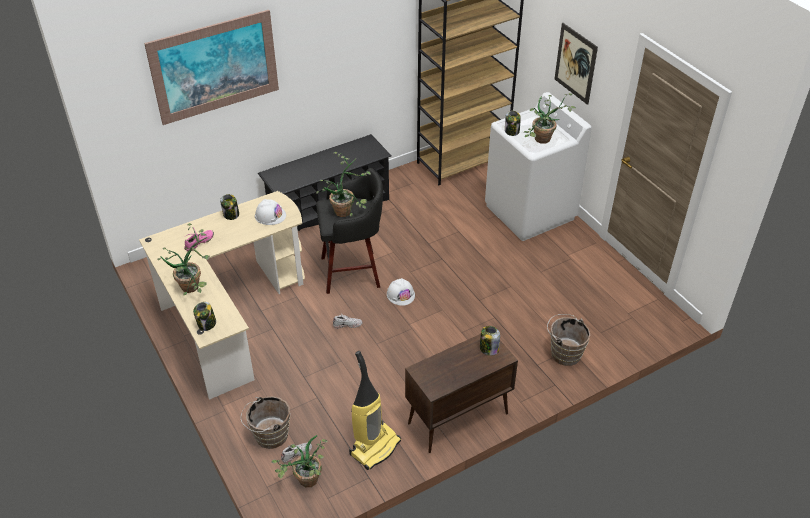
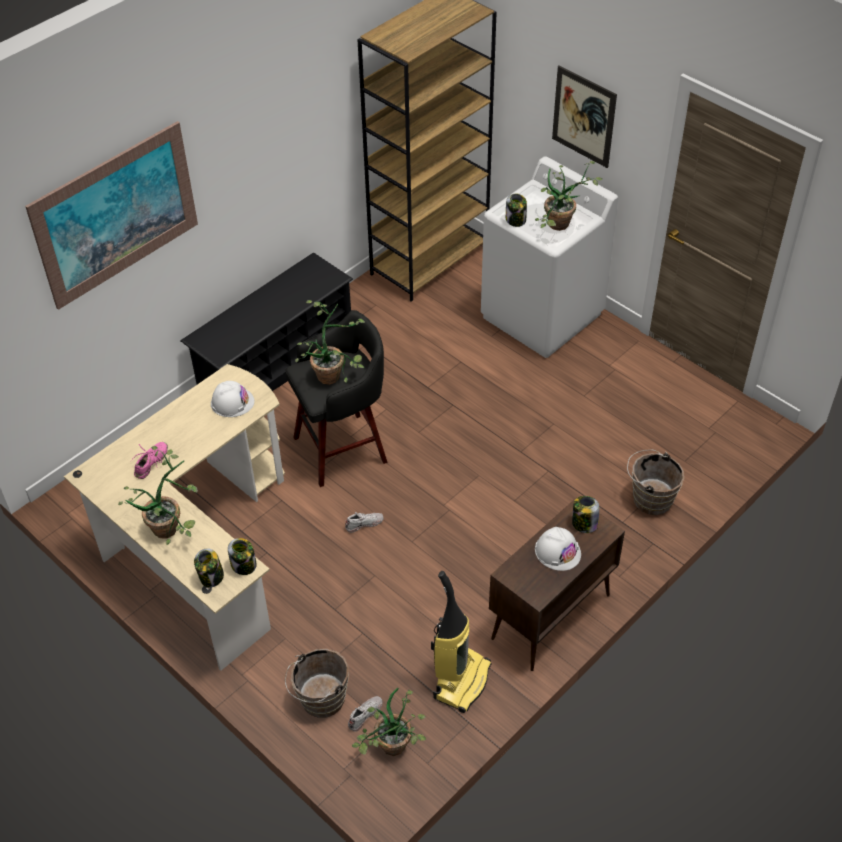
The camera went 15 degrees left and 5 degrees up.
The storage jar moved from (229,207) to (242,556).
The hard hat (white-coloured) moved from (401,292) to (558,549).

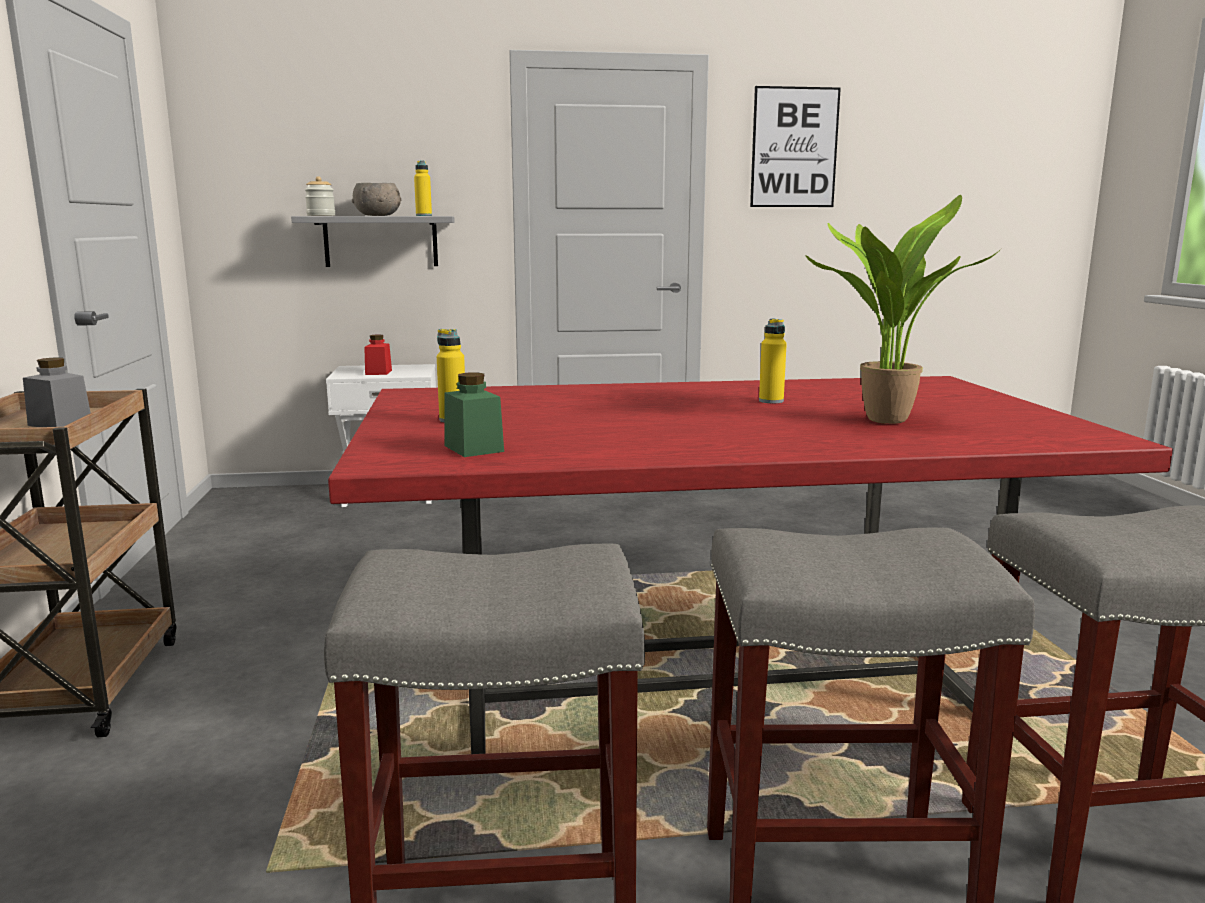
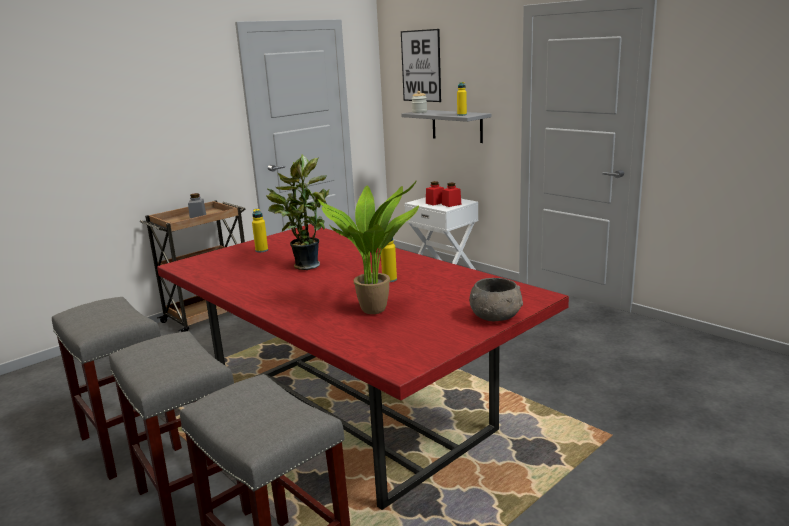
The camera went 55 degrees right and 5 degrees up.
The wall picture moved from (795,146) to (421,65).
The serving bowl (grey) moved from (377,199) to (496,299).
The storage jar (green-coloured) at (474,414) disappeared.
The plant in a pot at (297,212) appeared.
The storage jar (reddish) at (452,195) appeared.

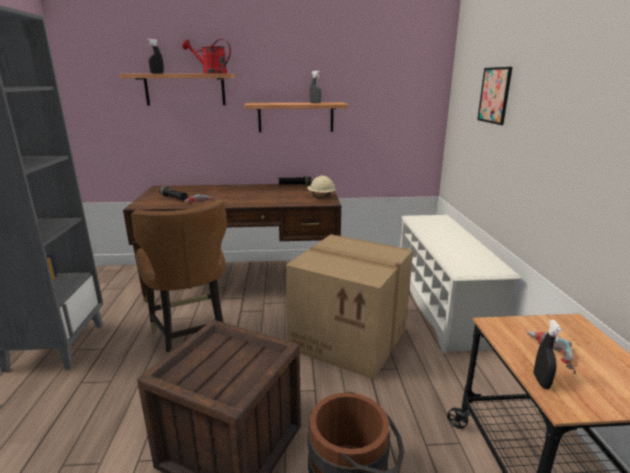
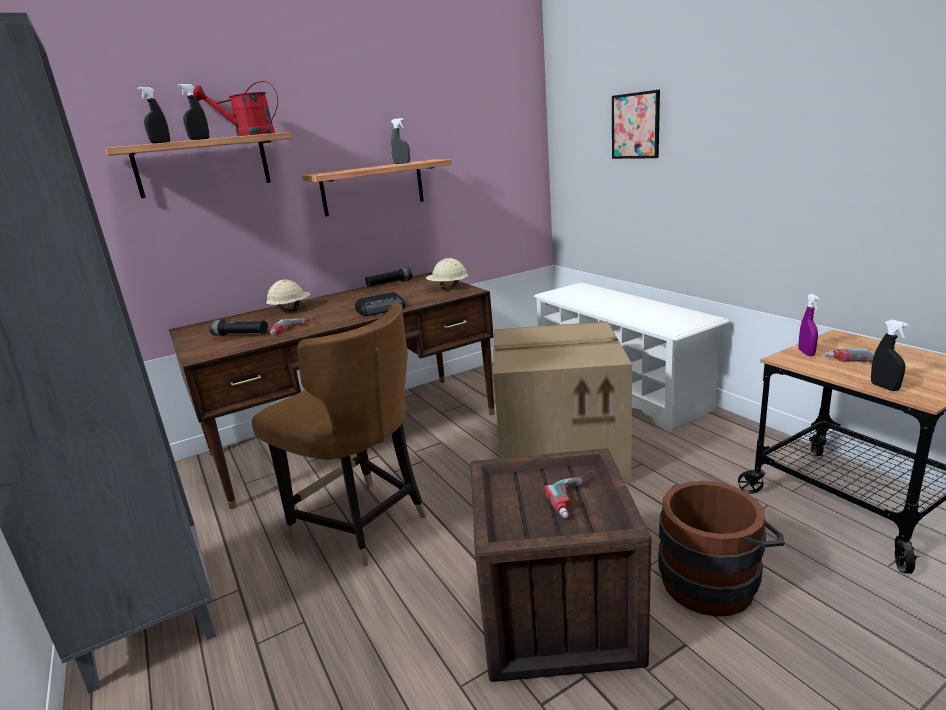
The camera went 25 degrees left and 0 degrees up.
The sprayer (black-coloured) at (193,112) appeared.
The hard hat (sand-coloured) at (288,295) appeared.
The radio at (380,304) appeared.
The sprayer (purple) at (809,325) appeared.
The electric drill at (568,495) appeared.

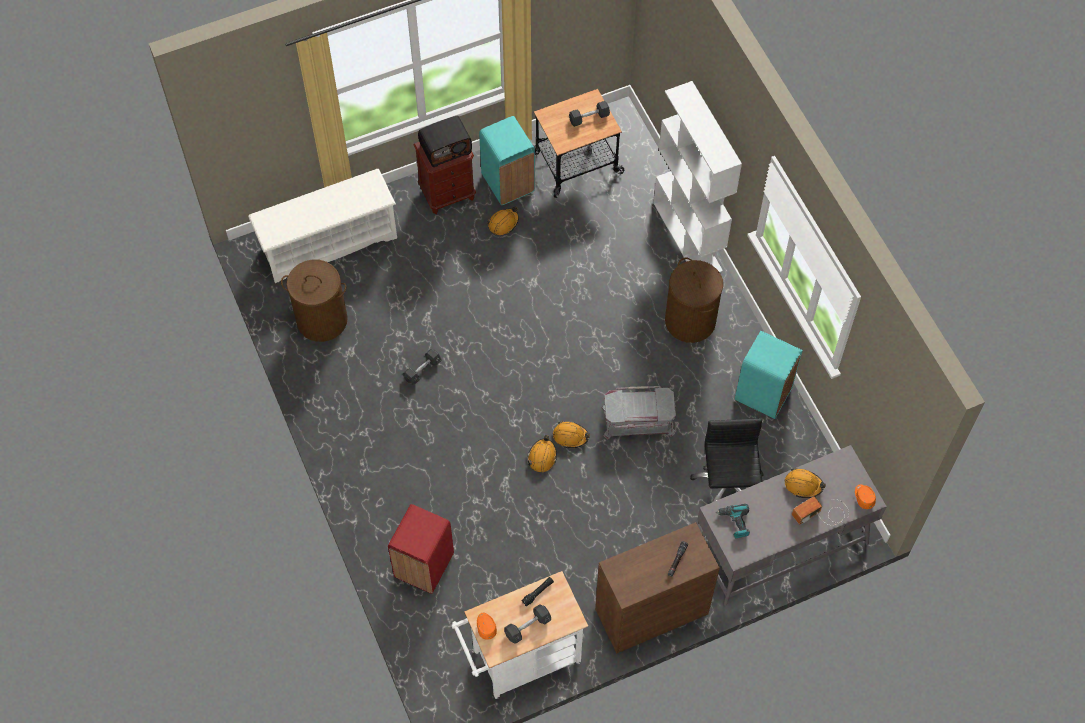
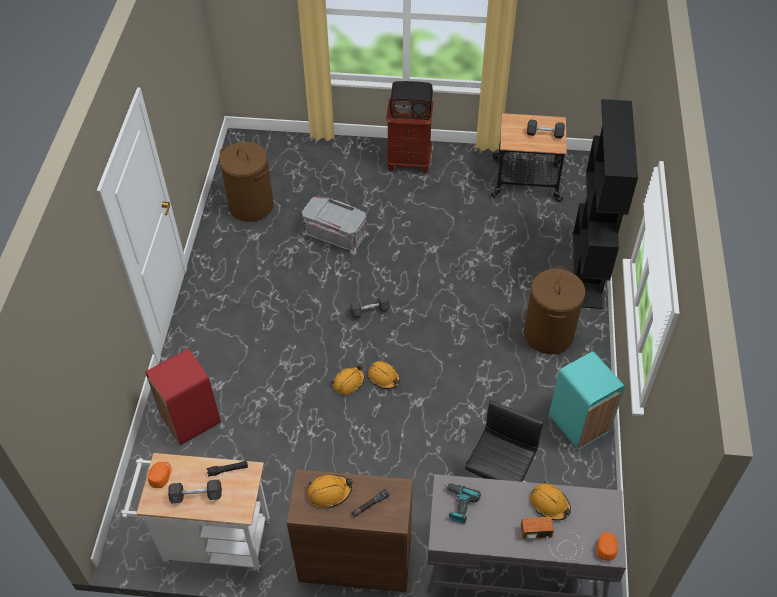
The camera went 30 degrees right and 10 degrees down.
The bookshelf (white-coloured) at (697,177) became the bookshelf (black-coloured) at (605,204).
The waste bin (turquoise) at (507,160) disappeared.
The shoe rack (white-coloured) at (322,226) disappeared.
The hard hat (orange-coloured) moved from (503,221) to (330,491).
The hand weight (grey) moved from (422,367) to (370,306).
The storage box (grey) moved from (639,412) to (335,225).

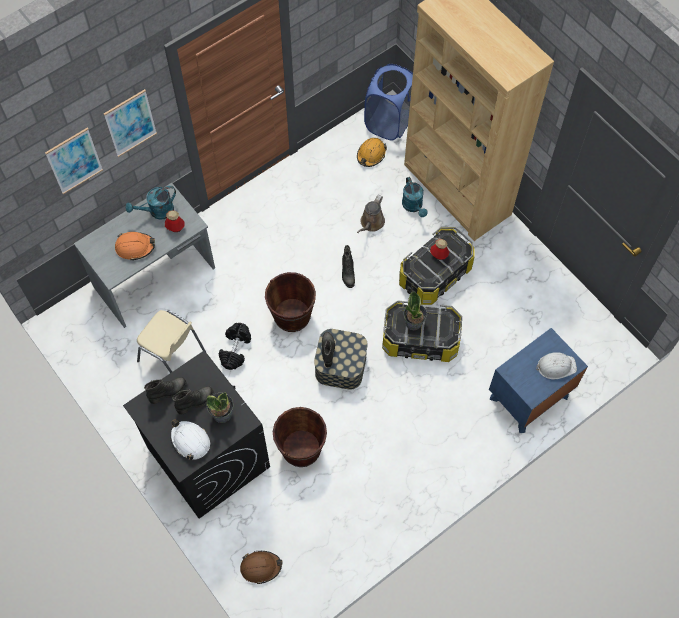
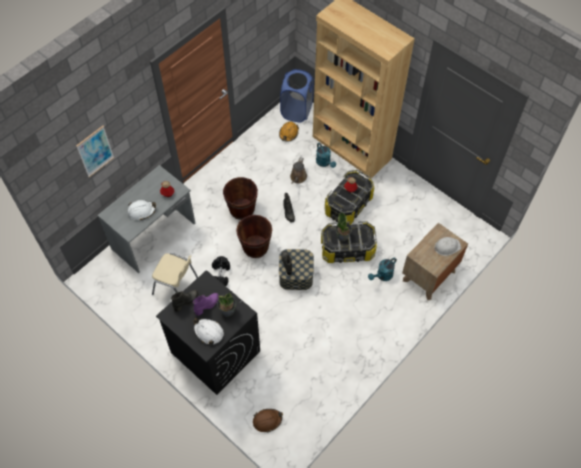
The camera went 10 degrees left and 5 degrees down.
The wall picture at (130,123) disappeared.
The watering can (turquoise) moved from (151,203) to (382,269).
The hard hat (orange-coloured) at (135,246) became the hard hat (white-coloured) at (142,210).
The night table (bluish) at (538,380) became the night table (brownish) at (435,261).
The boot (black-coloured) at (192,400) became the boot (purple) at (206,304).
The bucket (brownish) moved from (300,437) to (240,198).

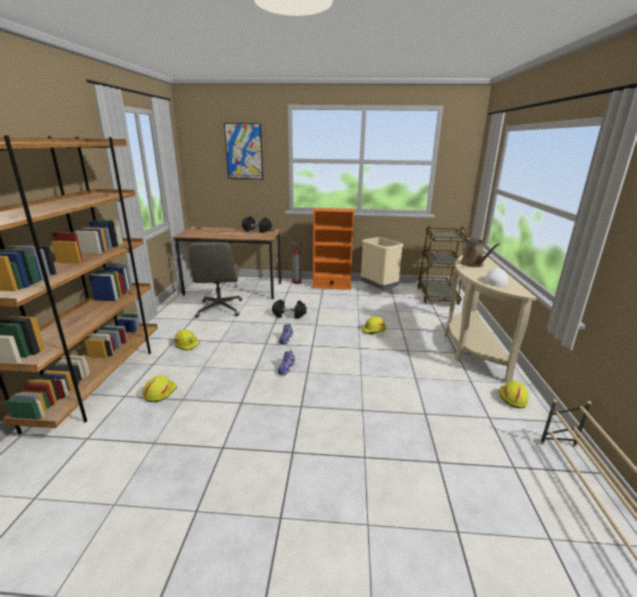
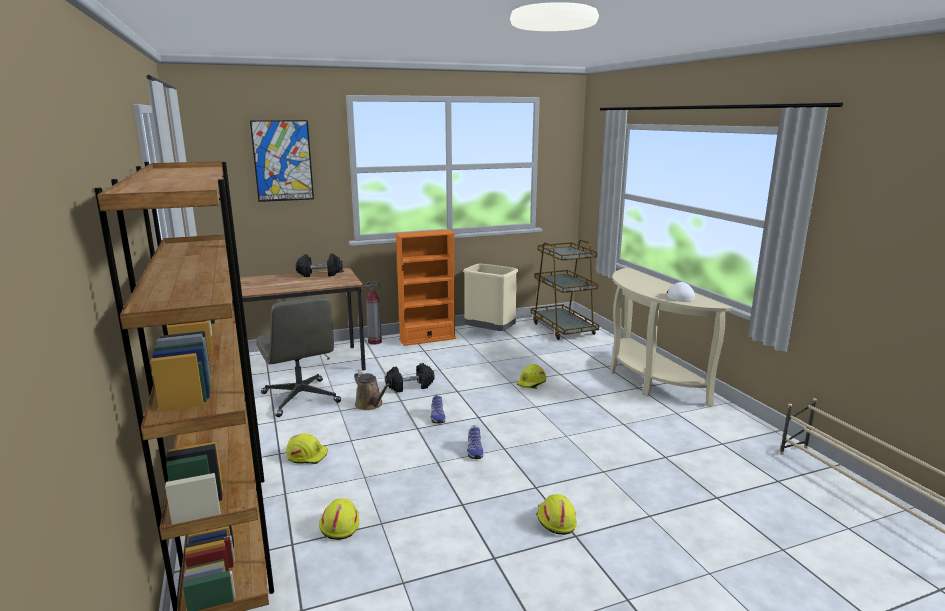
The camera went 25 degrees left and 5 degrees down.
The watering can (brownish) moved from (480,252) to (372,391).
The hard hat (yellowish) moved from (513,394) to (556,514).

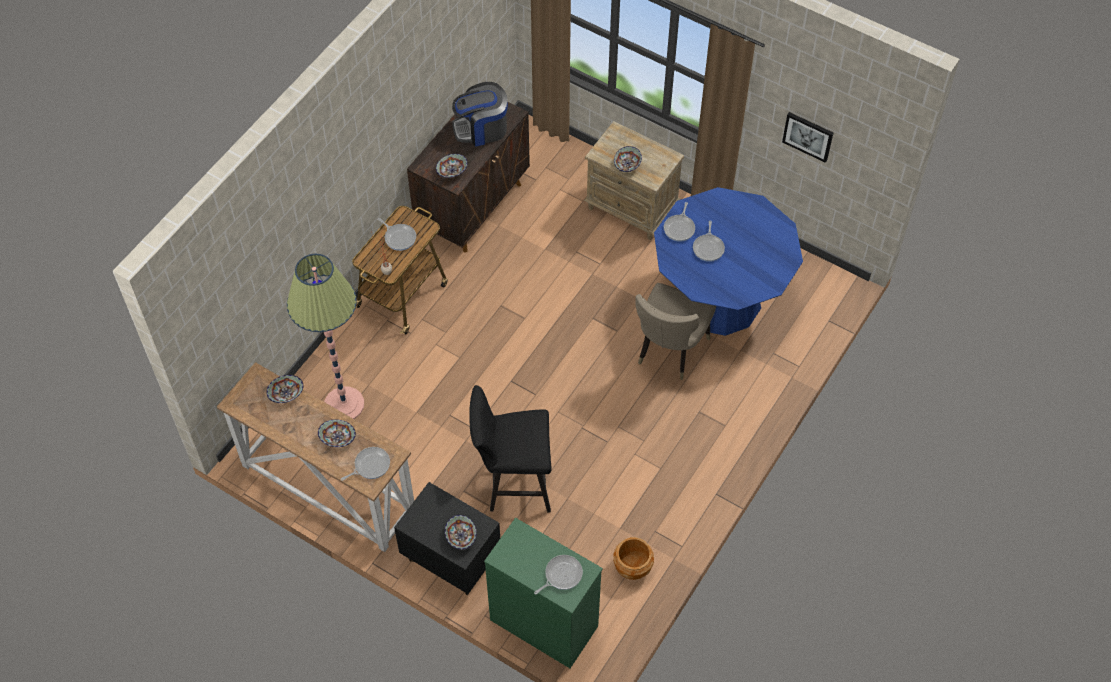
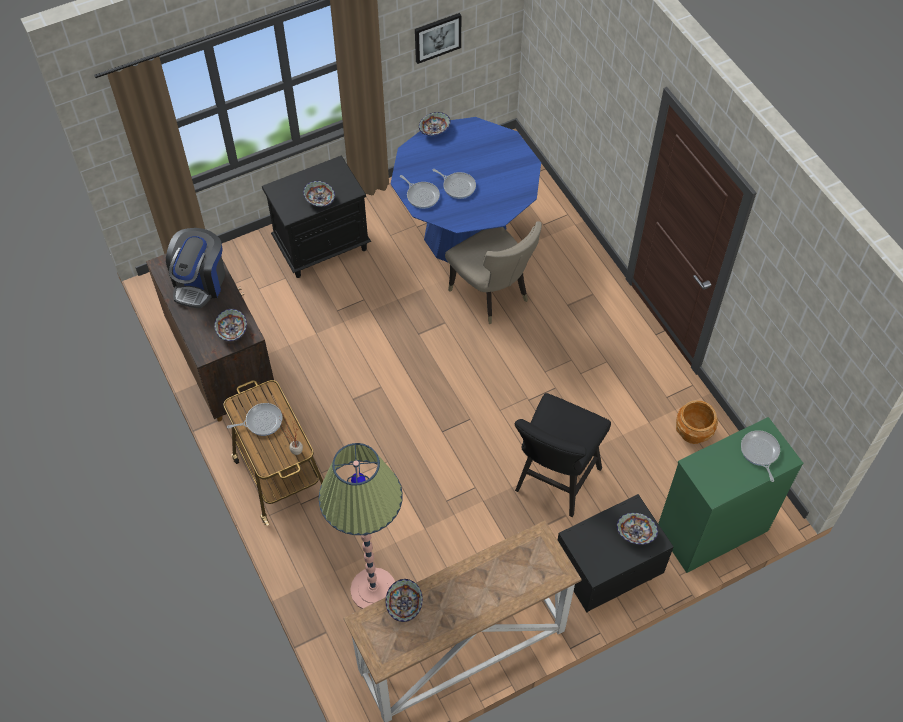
The camera went 60 degrees left and 0 degrees up.
The night table (sand-coloured) at (634,180) became the night table (black-coloured) at (316,217).
The serving bowl moved from (337,433) to (434,124).
The frying pan at (365,464) disappeared.

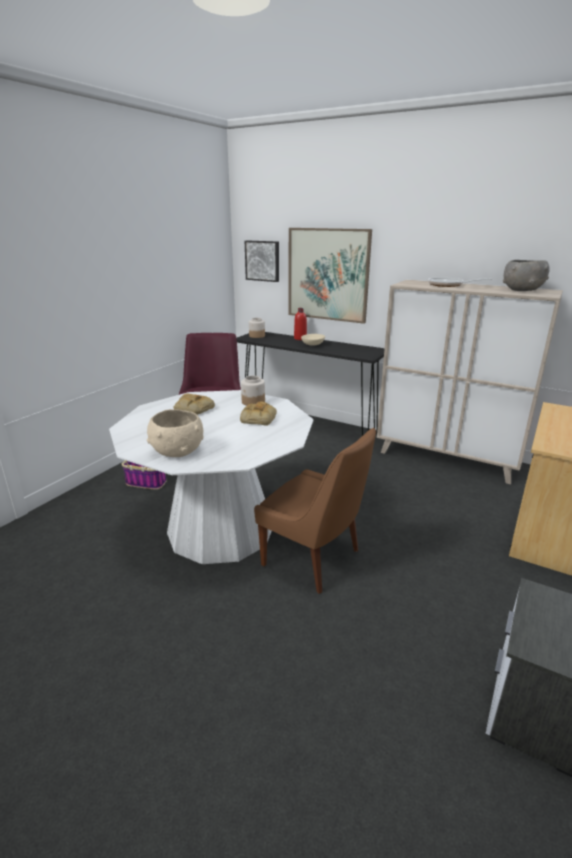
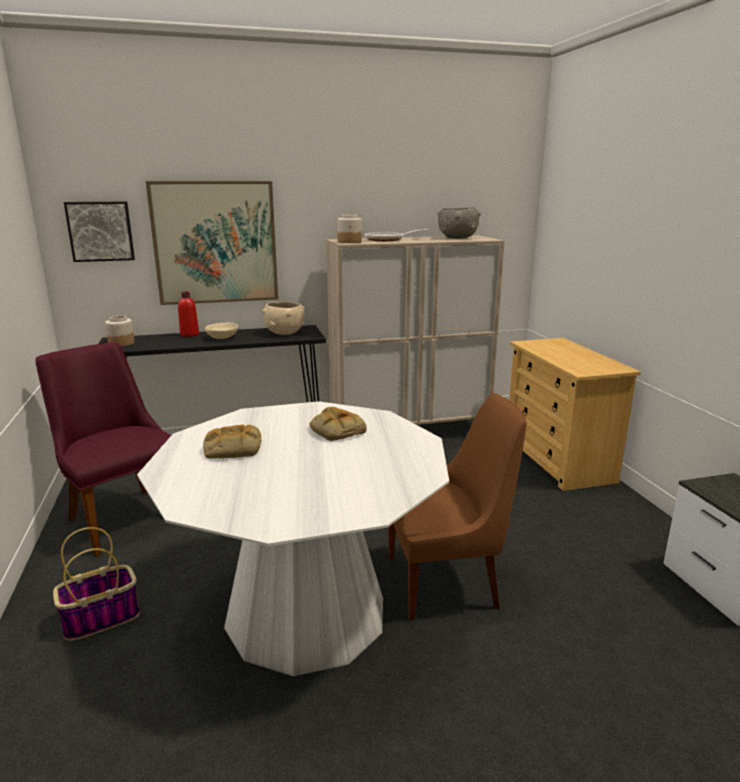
The camera went 45 degrees left and 5 degrees down.
The storage jar moved from (253,391) to (349,228).
The serving bowl (sand-coloured) moved from (175,433) to (283,318).

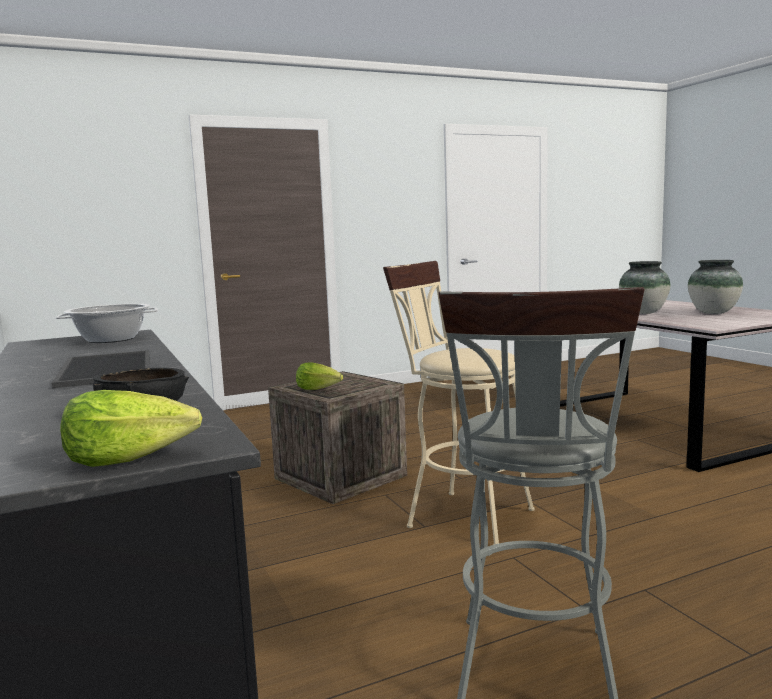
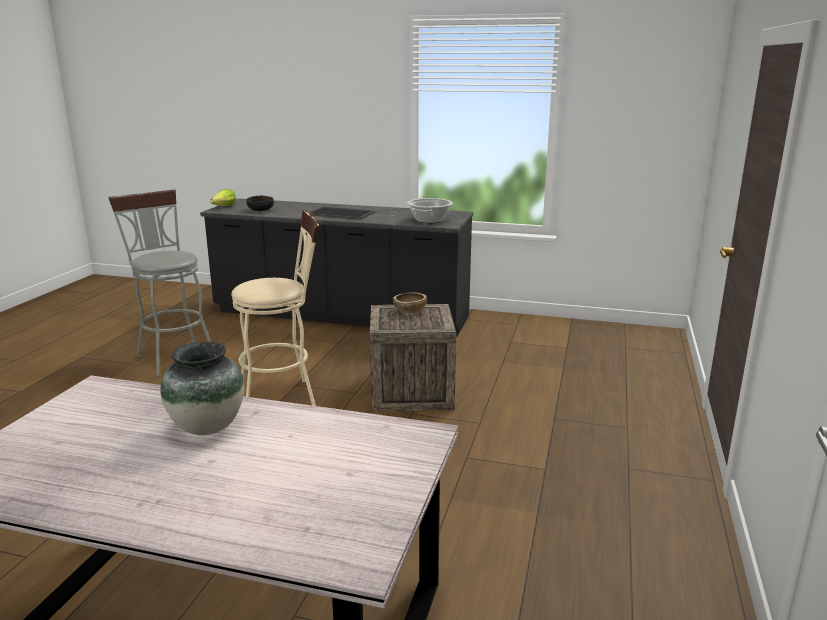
The camera went 130 degrees right and 10 degrees up.
The flower vase at (715,287) disappeared.
The lettuce head at (319,376) was replaced by the serving bowl (brownish) at (410,303).

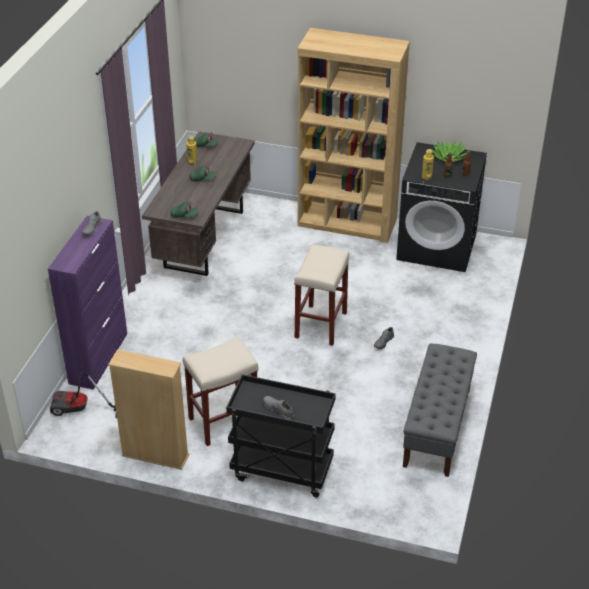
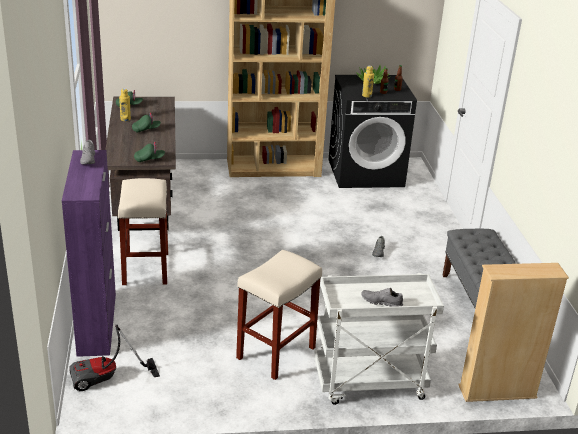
The camera went 25 degrees left and 10 degrees down.
The sitting stool (sand-coloured) moved from (321,295) to (143,231).
The bookshelf (sand-coloured) moved from (148,409) to (513,332).
The trolley (black-coloured) at (281,436) became the trolley (white-coloured) at (379,339).

